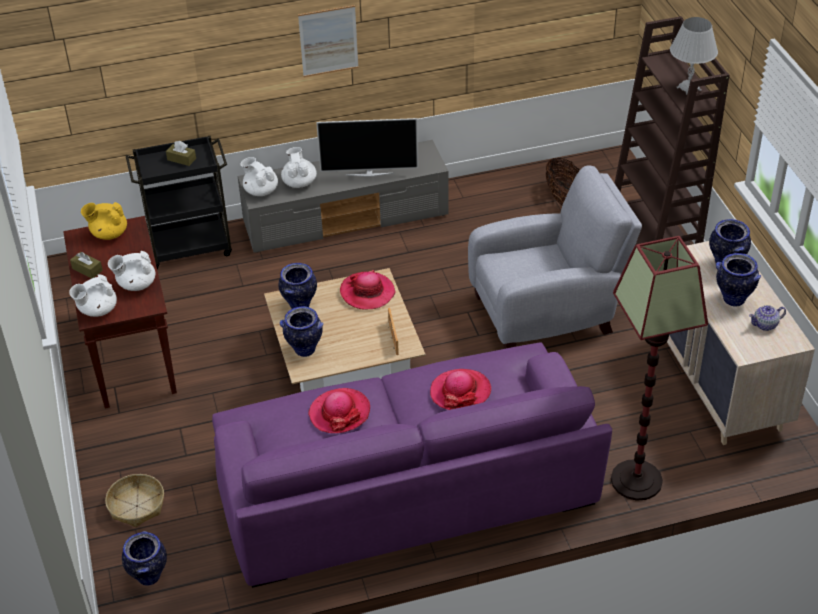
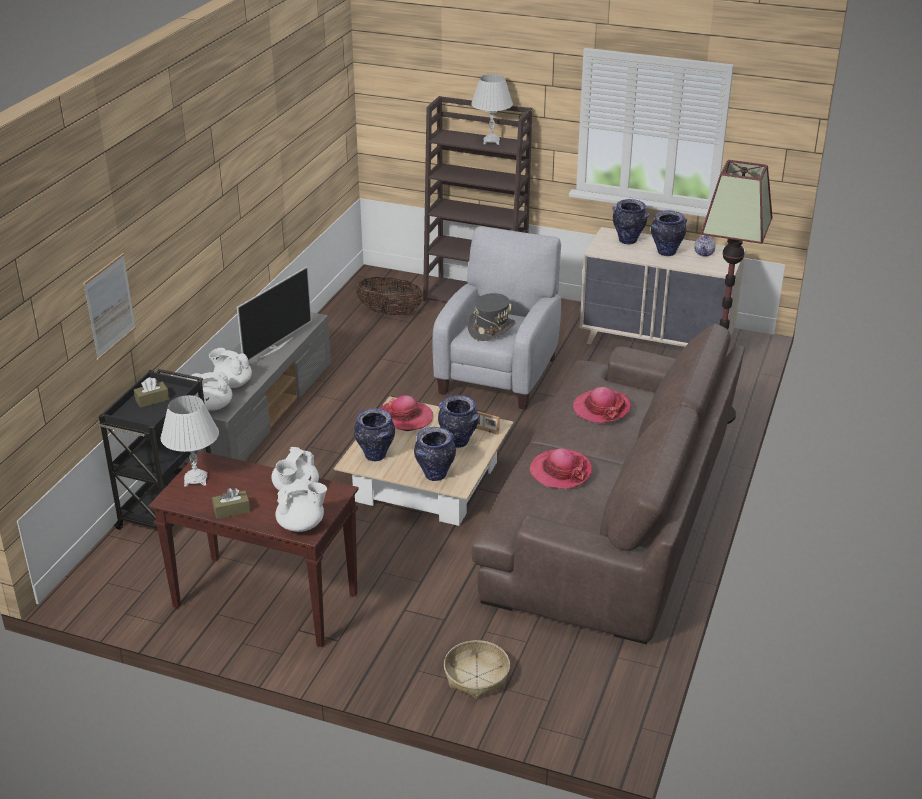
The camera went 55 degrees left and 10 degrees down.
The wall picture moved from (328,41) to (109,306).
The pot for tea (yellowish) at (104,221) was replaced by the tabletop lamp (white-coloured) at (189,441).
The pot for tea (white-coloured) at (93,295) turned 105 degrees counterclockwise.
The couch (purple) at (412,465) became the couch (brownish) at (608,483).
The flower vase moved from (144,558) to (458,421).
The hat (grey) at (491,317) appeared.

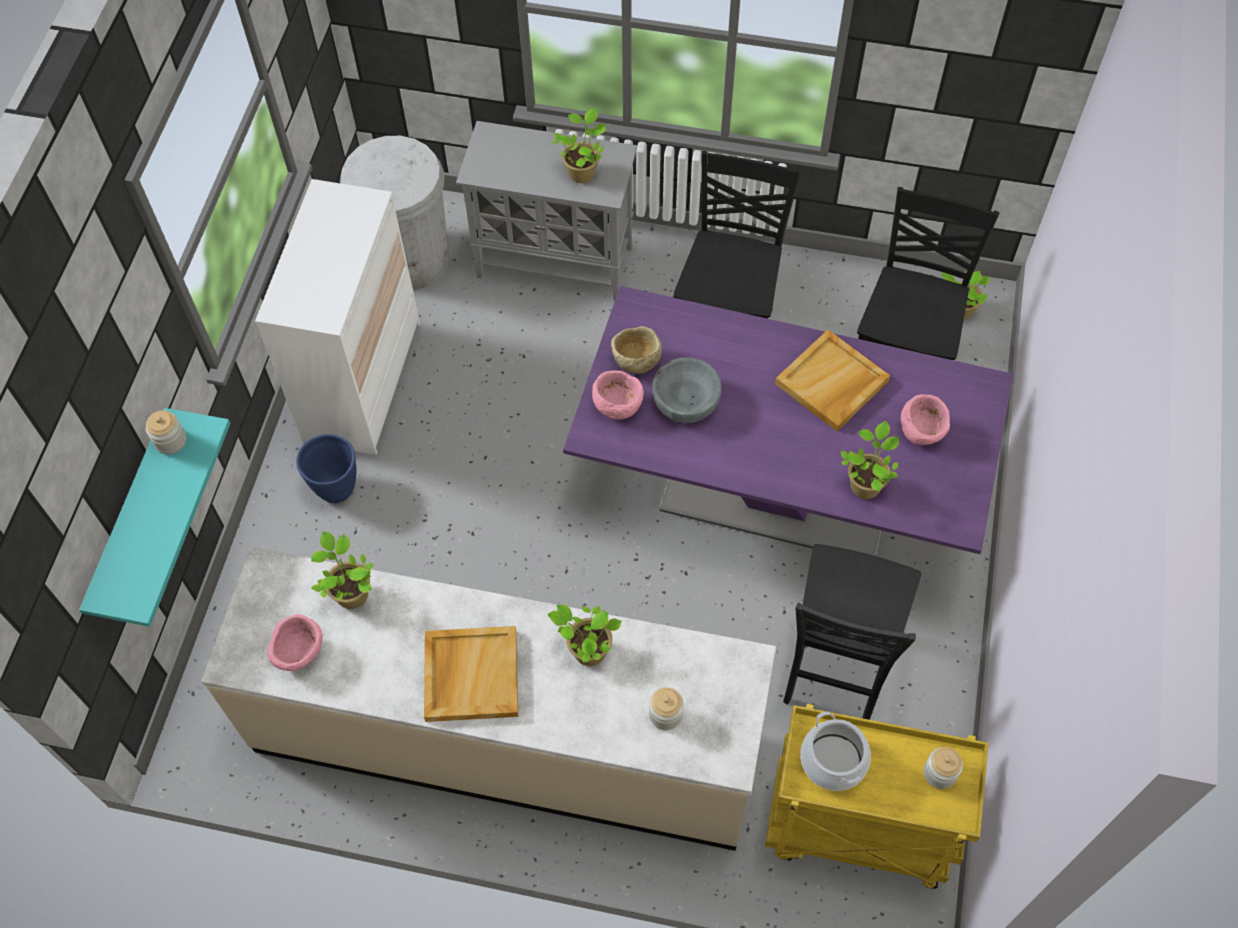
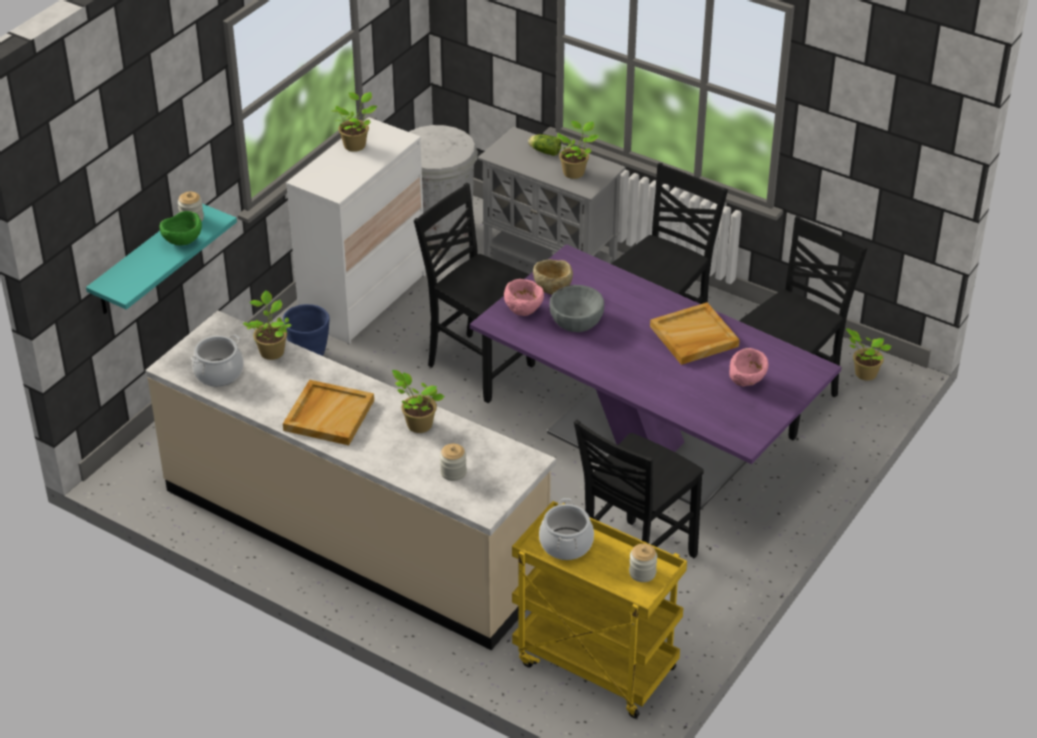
The camera went 20 degrees right and 20 degrees down.
The plant in a pot moved from (870,460) to (354,122).
The serving bowl (pinkish) at (295,642) was replaced by the saucepot at (217,360).
The lettuce head at (544,145) appeared.
The plain chair (black-coloured) at (474,293) appeared.
The serving bowl (green-coloured) at (180,228) appeared.

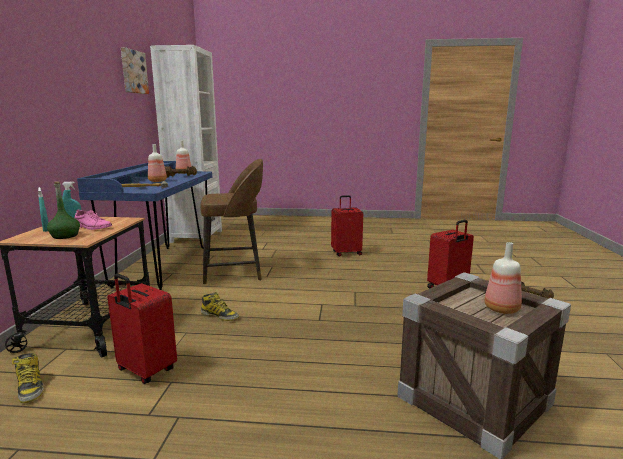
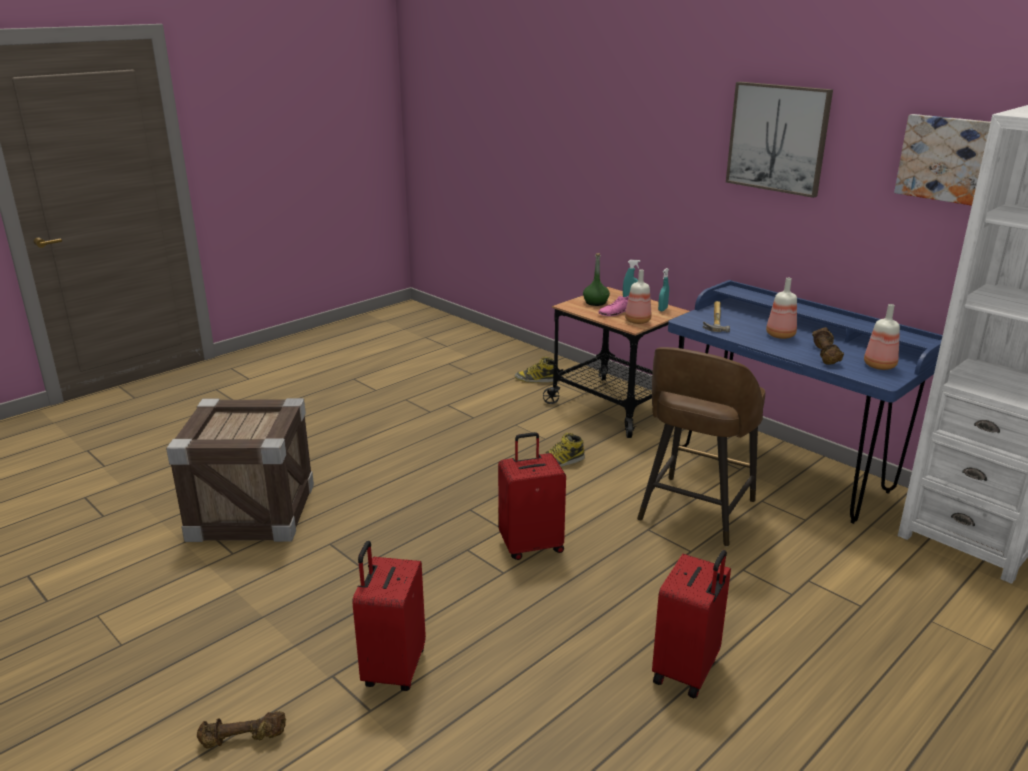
The camera went 130 degrees right and 10 degrees up.
The drink bottle moved from (503,278) to (638,297).
The suitcase (reddish) moved from (142,329) to (532,496).
The wall picture at (779,140) appeared.

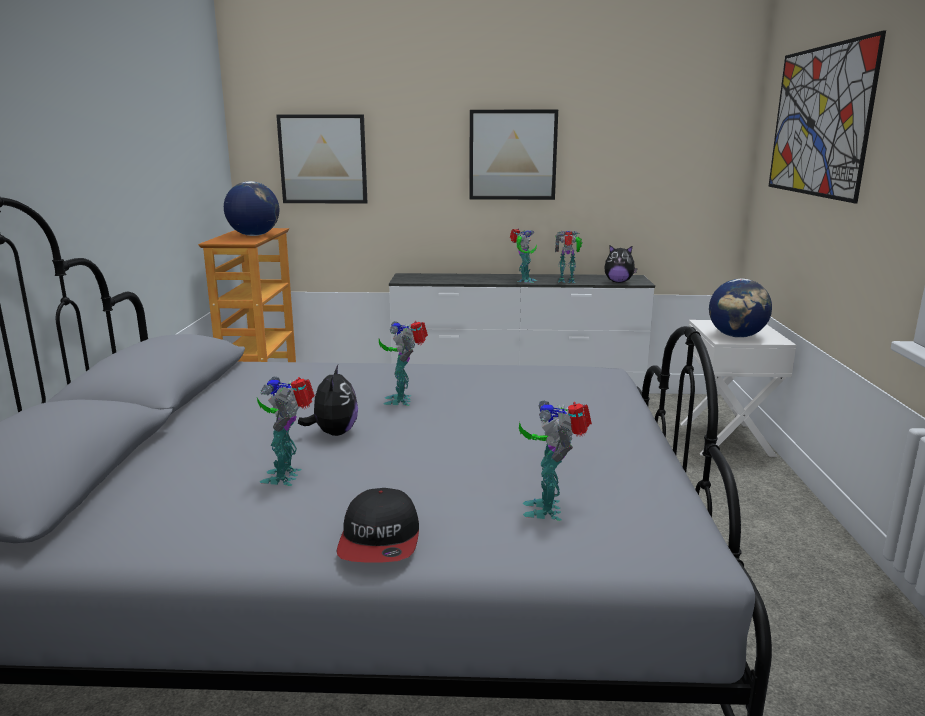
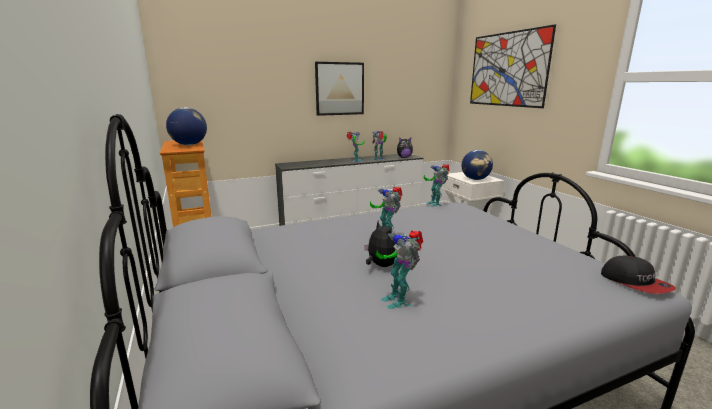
The camera went 25 degrees left and 0 degrees up.
The wall picture at (321,159) disappeared.
The toy robot moved from (555,461) to (436,185).
The peaked cap moved from (378,525) to (638,274).

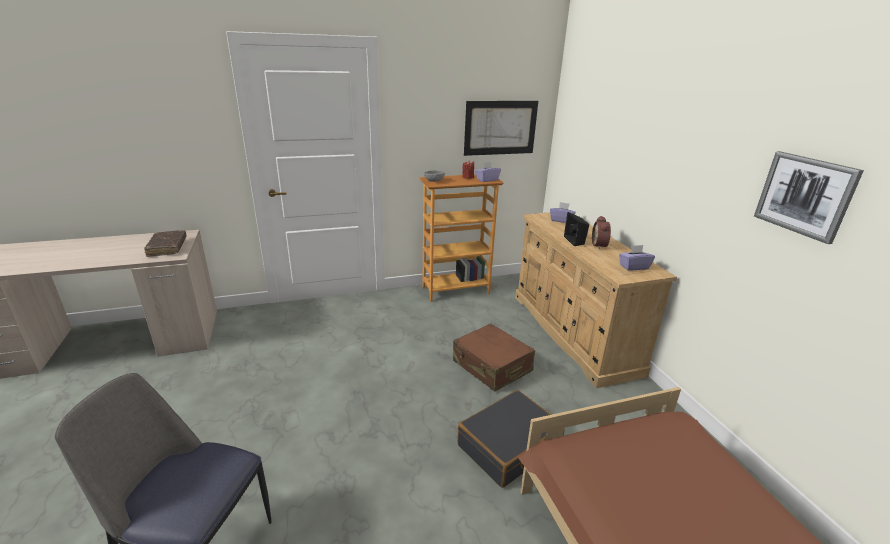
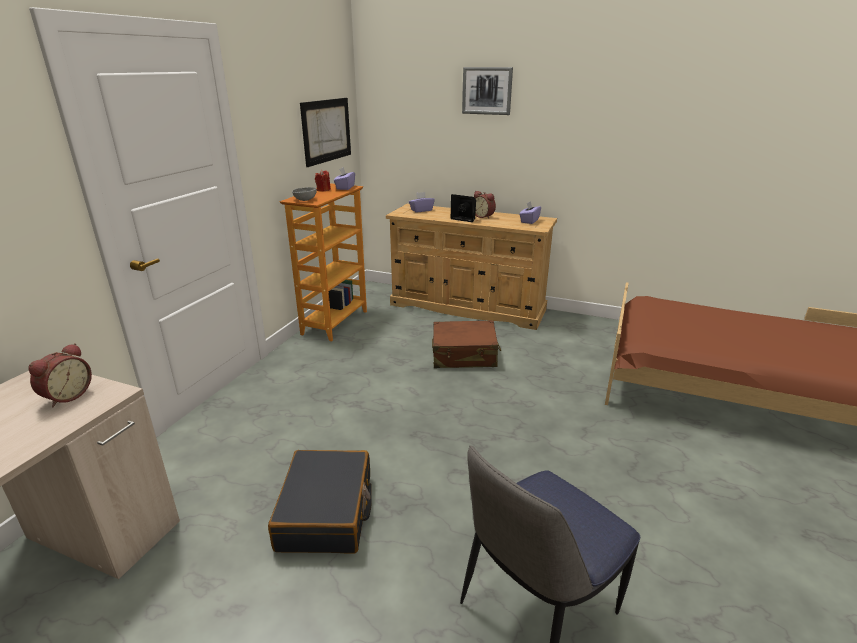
The camera went 50 degrees left and 0 degrees up.
The wall picture moved from (809,197) to (487,91).
The bound book (brownish) at (165,243) was replaced by the alarm clock at (60,375).
The suitcase (black-coloured) moved from (511,439) to (320,502).

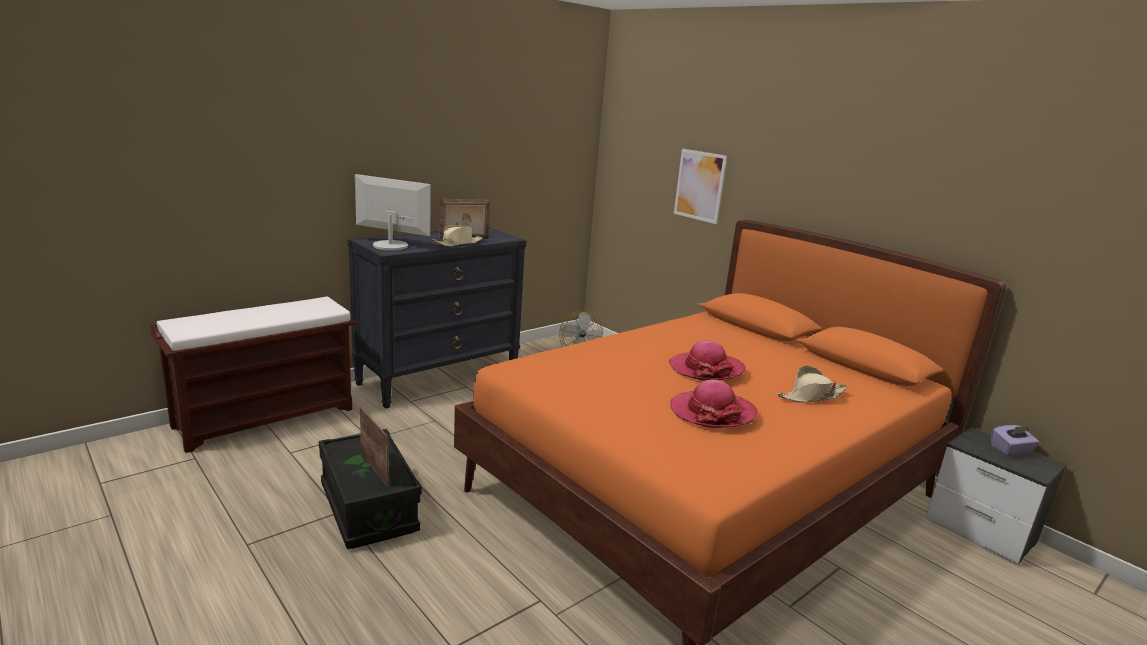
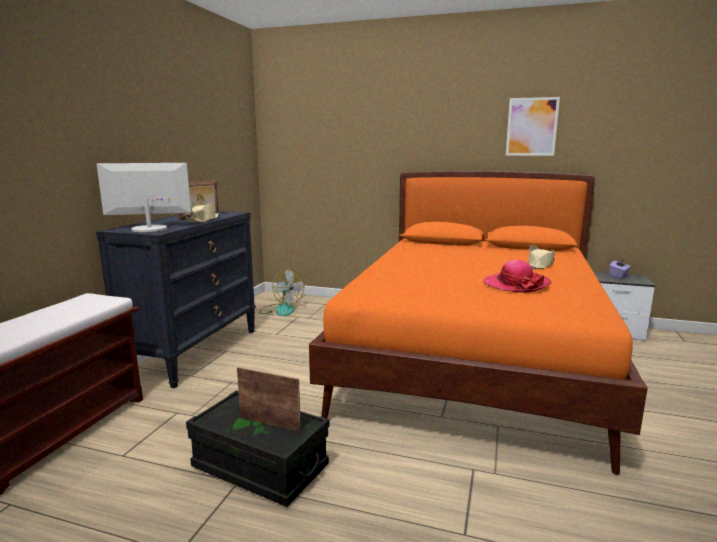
The camera went 30 degrees left and 5 degrees down.
The wall picture moved from (700,186) to (533,126).
The hat at (707,360) disappeared.

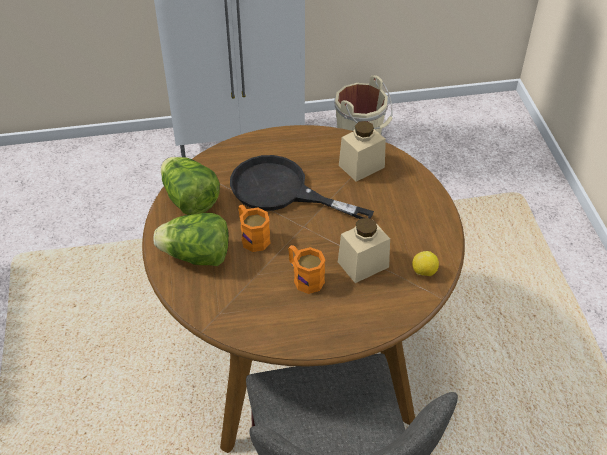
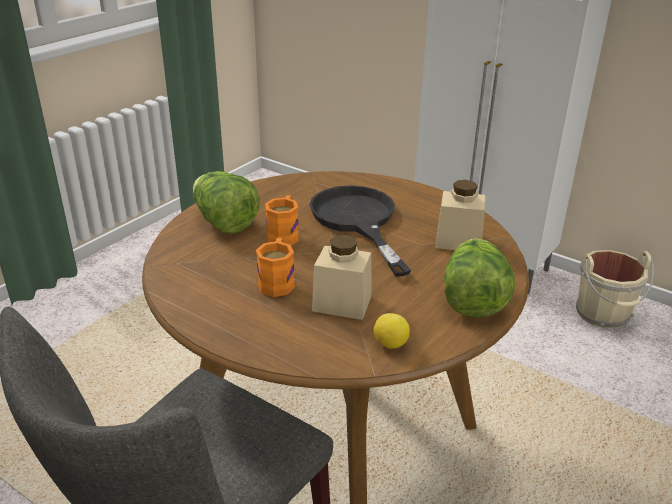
The camera went 45 degrees right and 15 degrees down.
The lettuce head moved from (190,186) to (480,278).

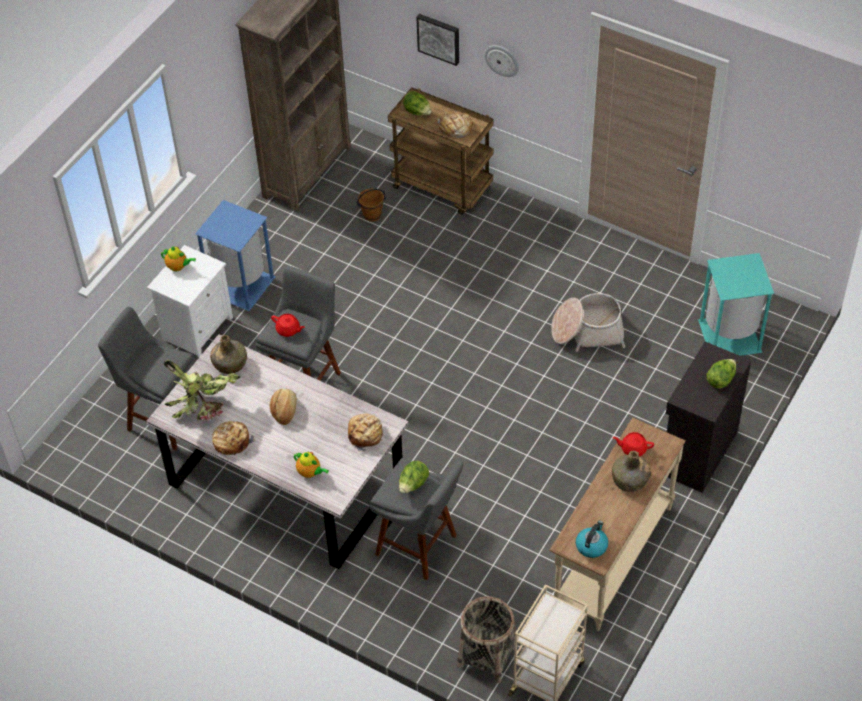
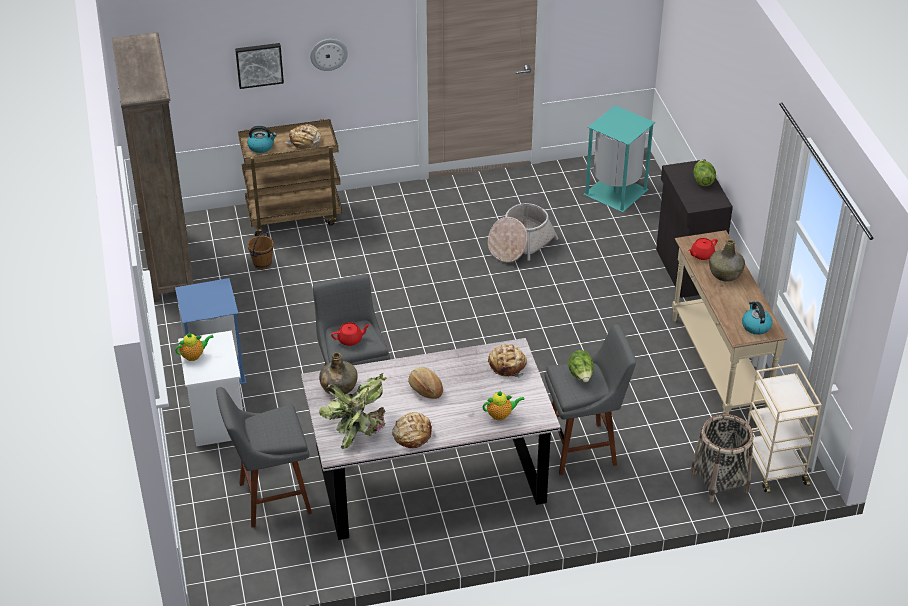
The camera went 45 degrees left and 10 degrees down.
The lettuce head at (417,103) was replaced by the water kettle at (262,139).

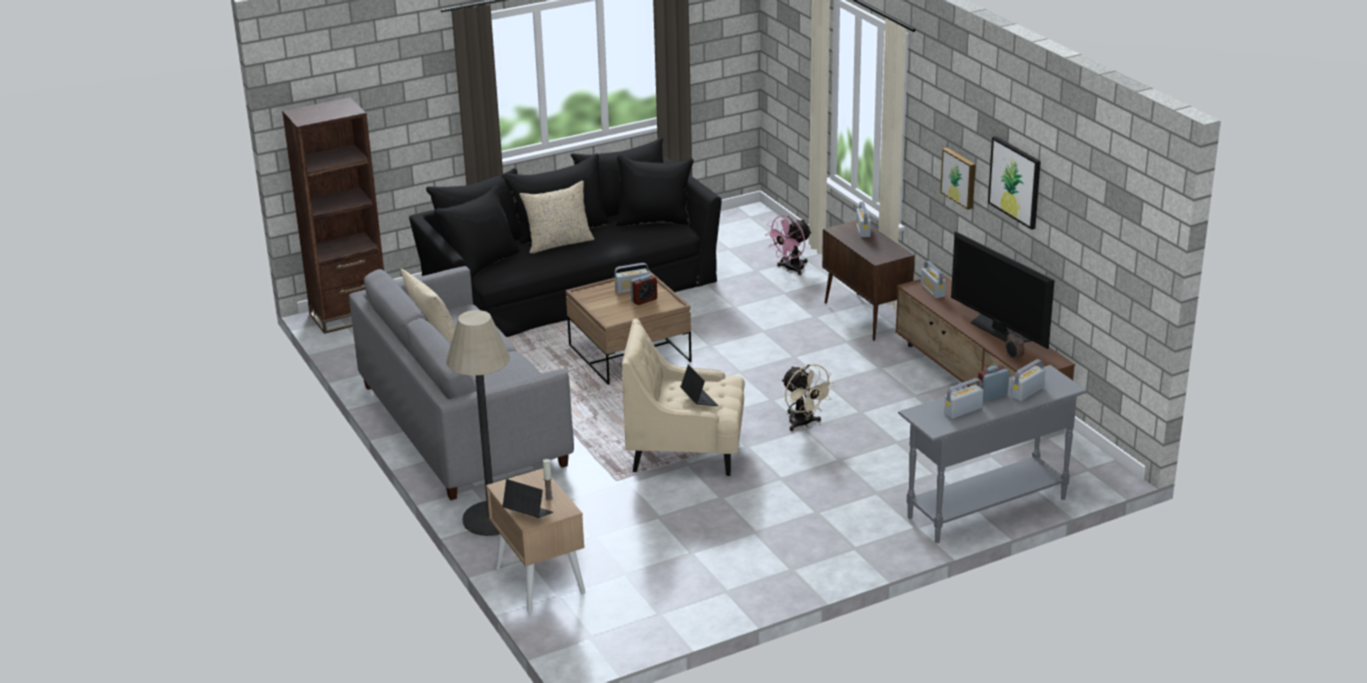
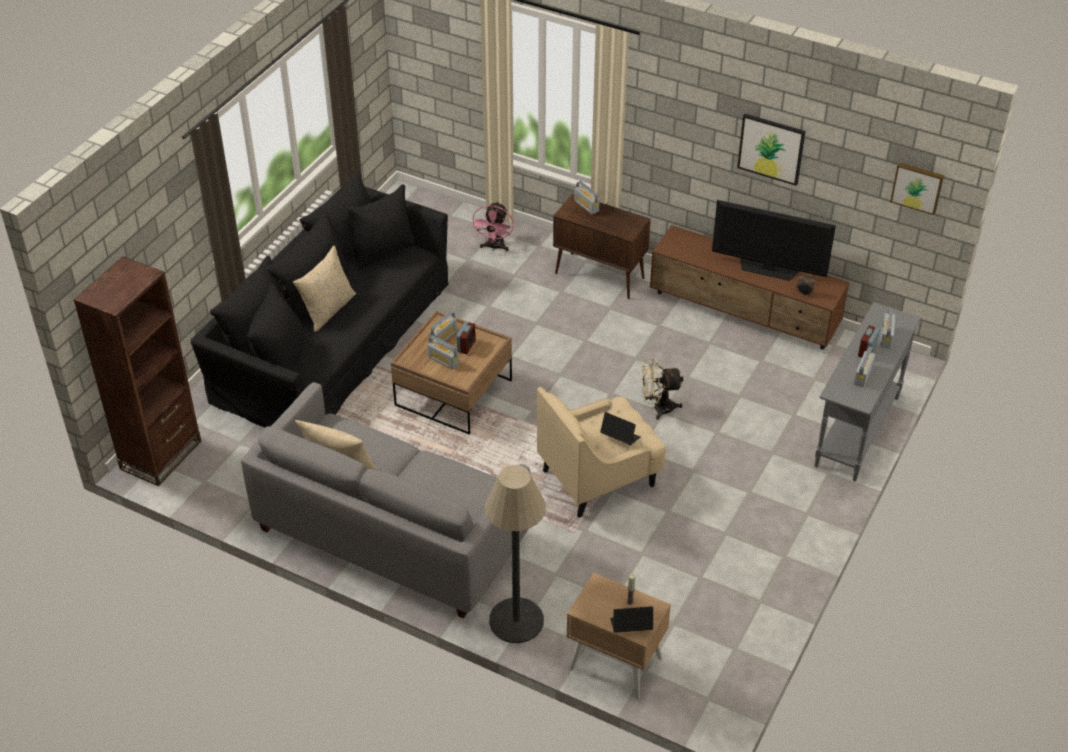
The camera went 35 degrees left and 15 degrees up.
The wall picture moved from (958,179) to (917,188).
The radio moved from (933,279) to (443,352).
The electric fan (sand-coloured) at (808,397) turned 150 degrees clockwise.

